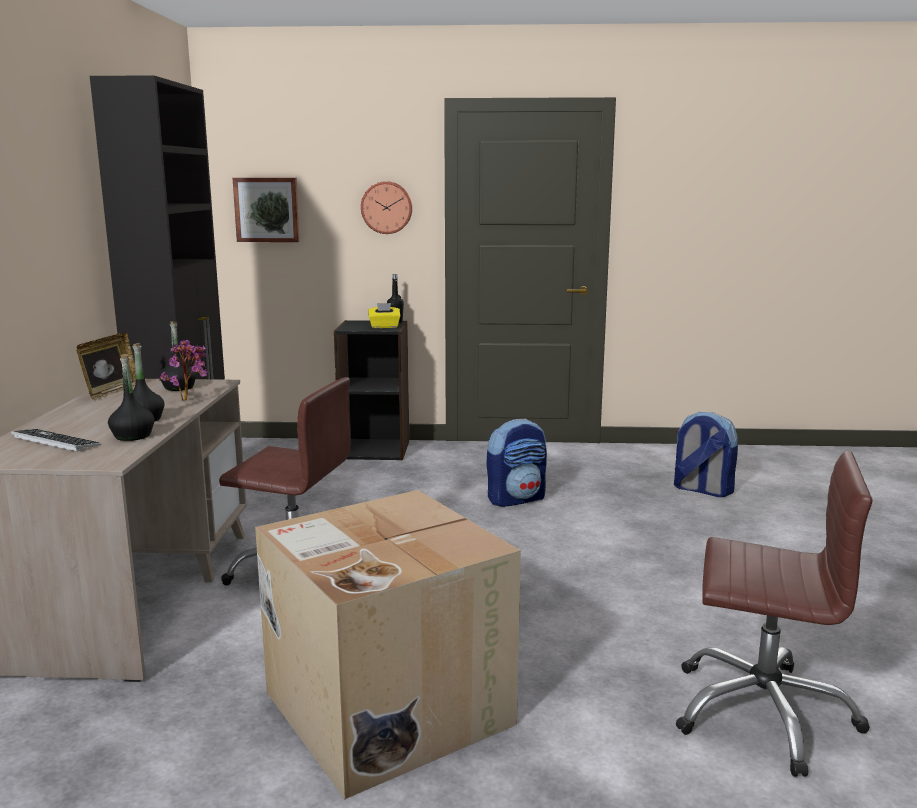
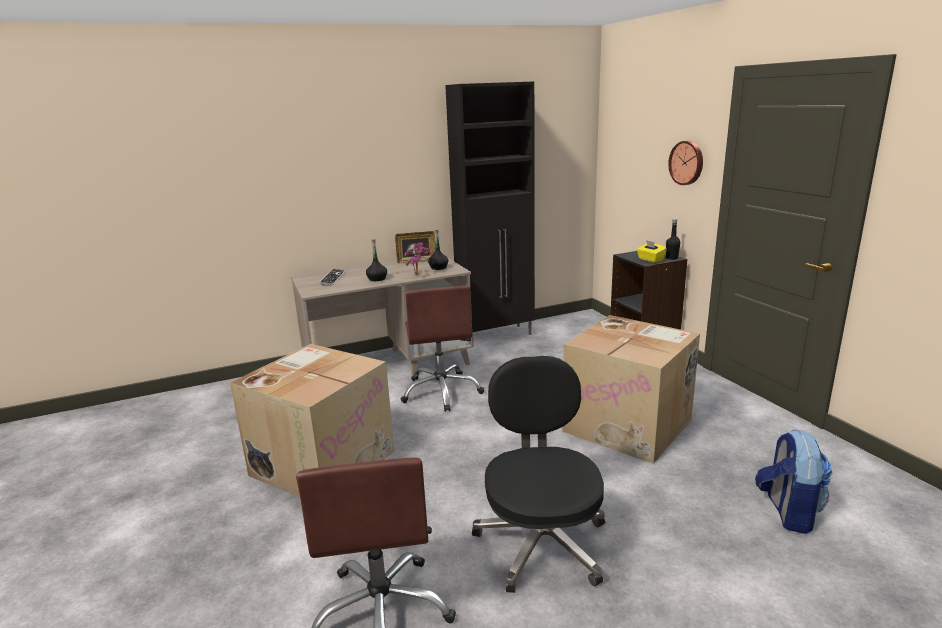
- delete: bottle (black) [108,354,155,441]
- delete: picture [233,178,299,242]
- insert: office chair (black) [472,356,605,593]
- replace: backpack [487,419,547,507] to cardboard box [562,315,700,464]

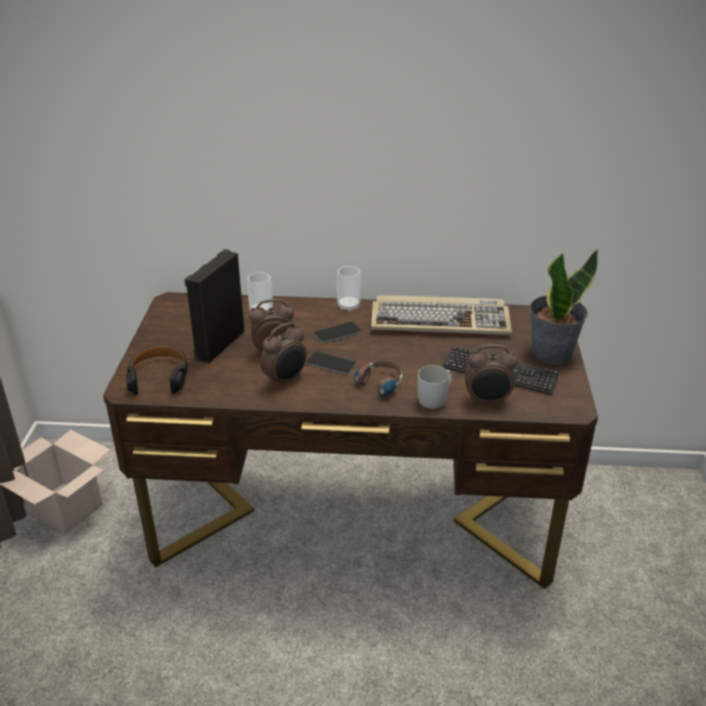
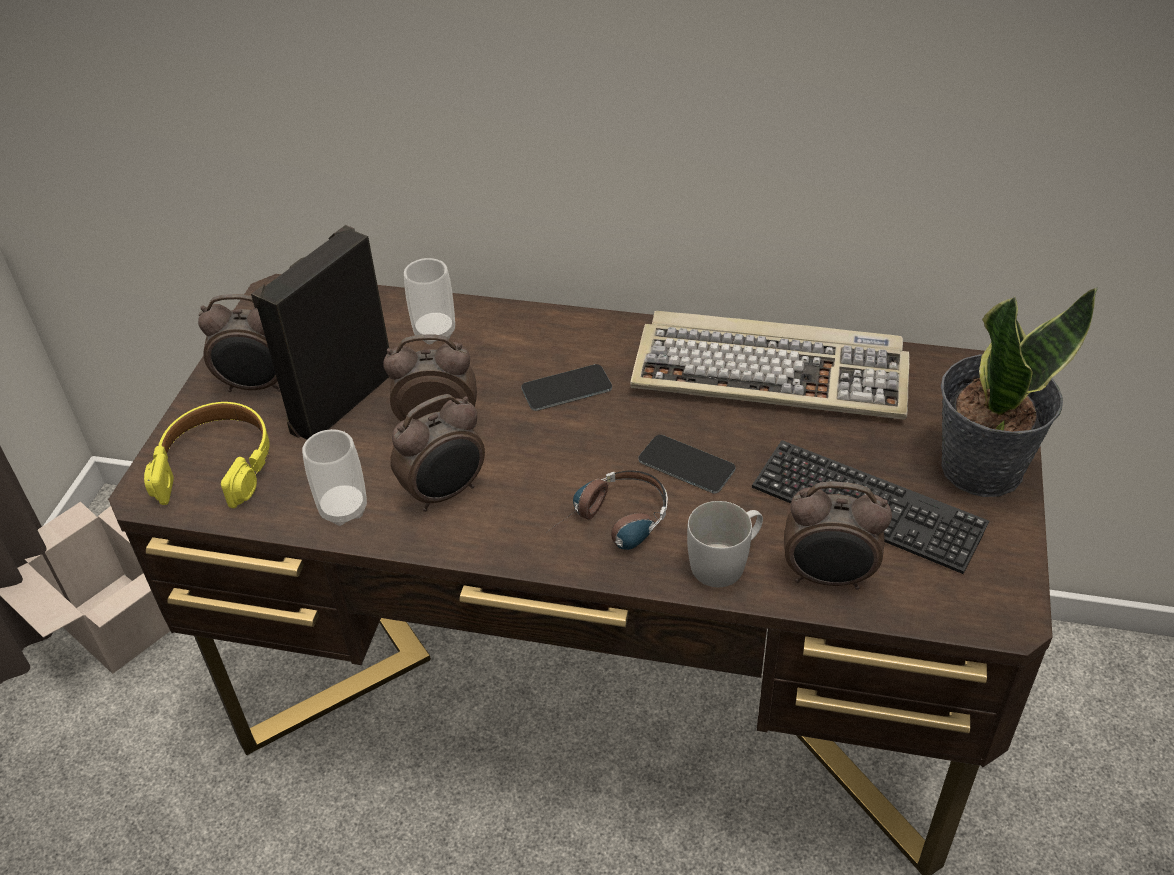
- insert: alarm clock [198,294,280,392]
- move: phone [306,352,356,375] to [638,435,735,493]
- move: cup [337,266,361,312] to [302,429,367,526]
- recolor: headphones (black) [126,345,188,395] to headphones (yellow) [144,402,269,508]

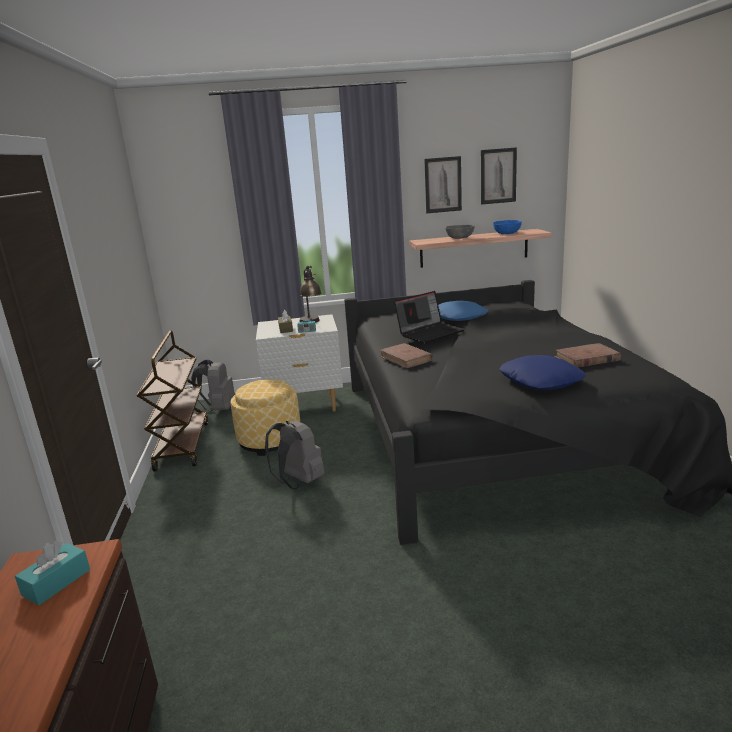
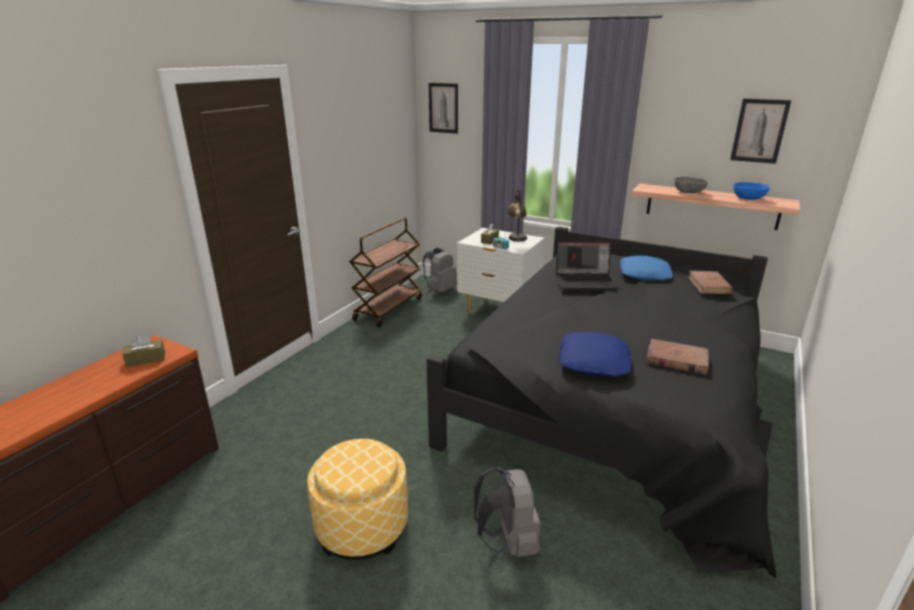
- move: ottoman [231,379,300,456] to [307,439,408,560]
- move: backpack (grey) [265,421,325,489] to [474,467,541,557]
- move: book (brown) [380,343,433,368] to [688,271,733,294]
- move: picture [424,156,462,213] to [429,83,458,134]
- recolor: tissue box (turquoise) [15,540,90,605] to tissue box (brown) [122,334,165,367]

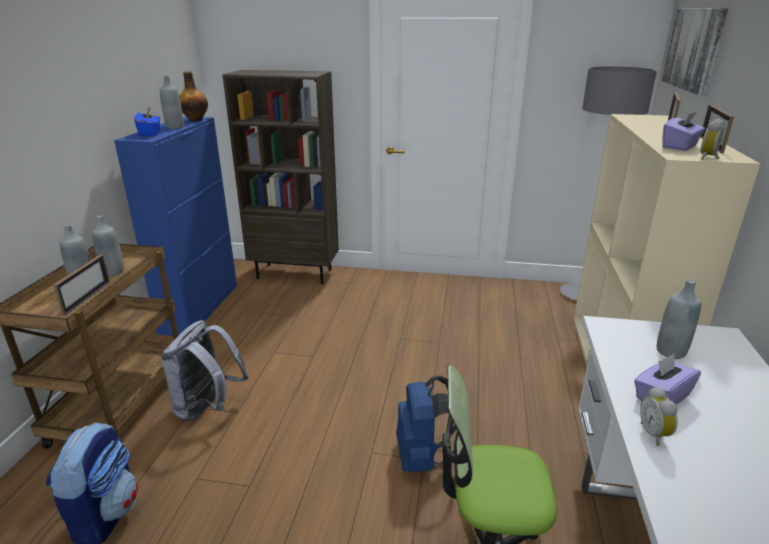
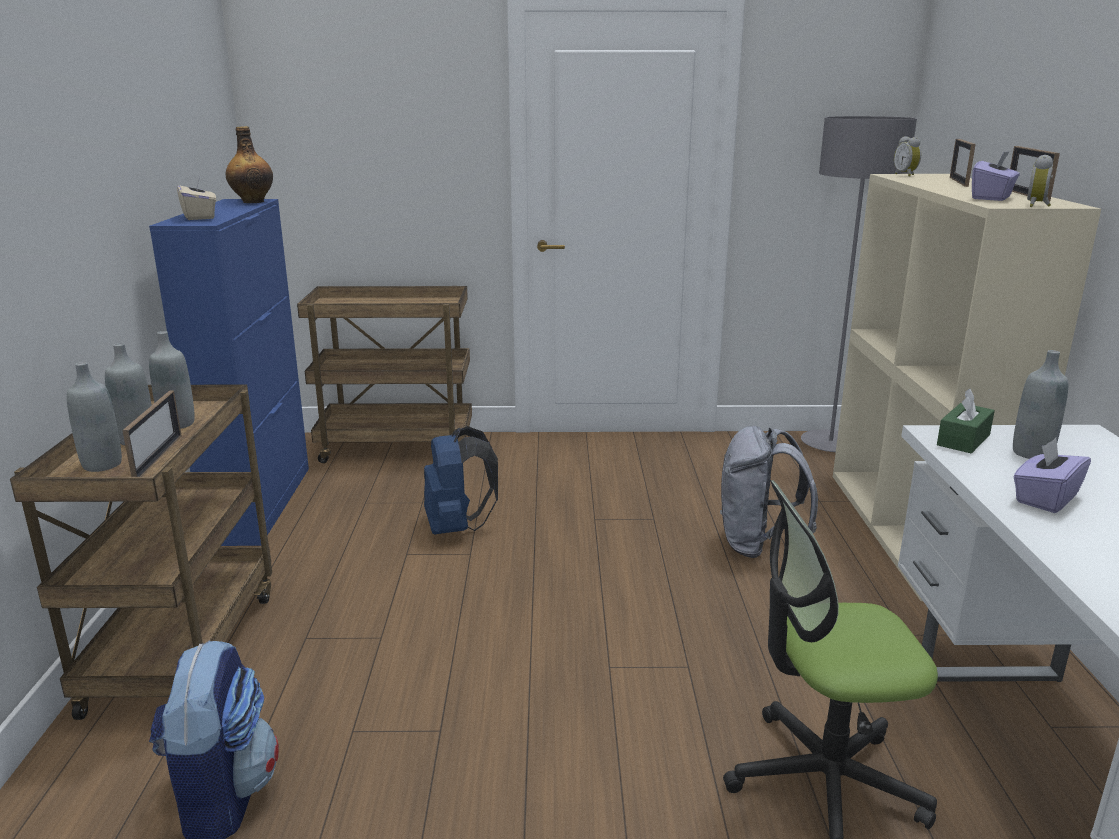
- delete: picture [662,8,729,96]
- insert: tissue box (green) [937,389,995,453]
- move: bottle (grey) [160,76,183,129] to [67,362,122,472]
- move: backpack (grey) [161,320,249,421] to [720,426,818,558]
- move: backpack (blue) [396,375,456,472] to [424,426,498,534]
- move: alarm clock [640,386,678,446] to [894,136,921,176]
- replace: bookcase (brown) [222,70,339,284] to cart (brown) [297,286,472,463]
- recolor: tissue box (blue) [134,106,160,136] to tissue box (beige) [177,175,216,220]

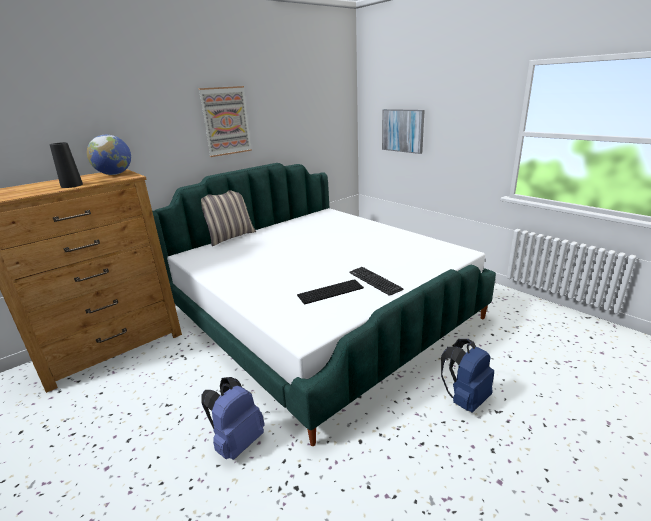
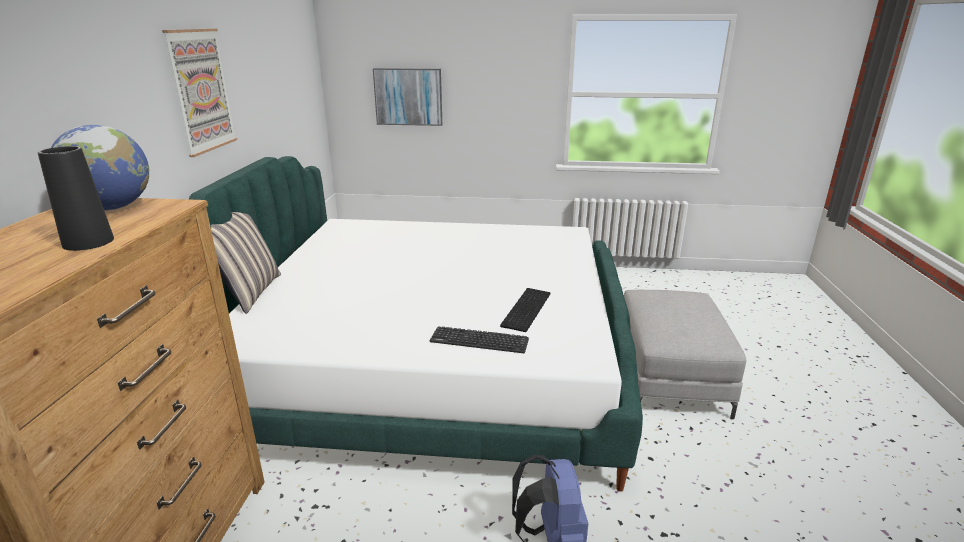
- move: keyboard [349,267,404,296] to [430,326,529,353]
- replace: backpack (blue) [441,339,494,412] to ottoman (grey) [624,290,746,419]

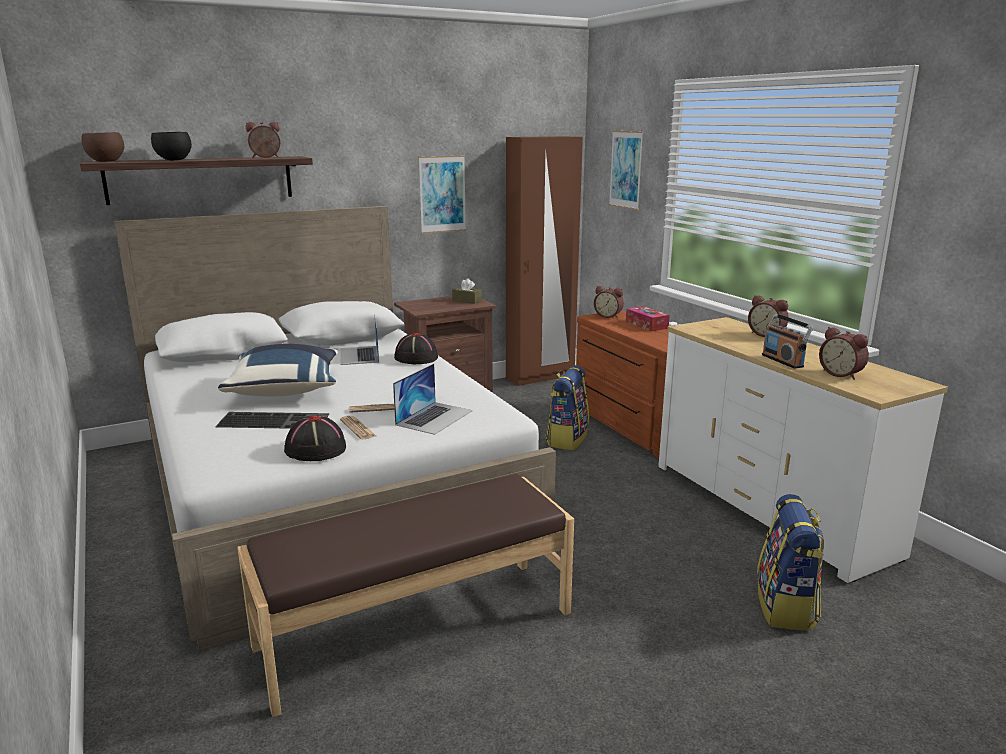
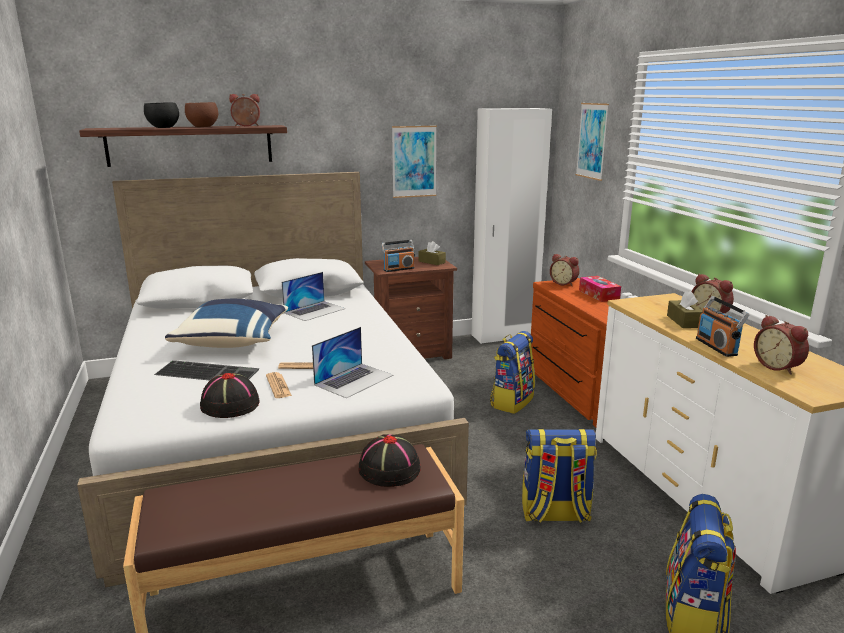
- insert: radio [381,240,415,272]
- insert: backpack [522,429,597,523]
- insert: tissue box (brown) [667,291,702,328]
- move: bowl (brown) [82,132,124,162] to [185,102,218,127]
- move: hat (black) [394,333,438,364] to [359,434,420,487]
- recolor: wardrobe (brown) [506,136,583,386] to wardrobe (white) [471,108,552,344]
- rotate: laptop [340,314,379,365] = [282,272,346,321] 135 degrees counterclockwise

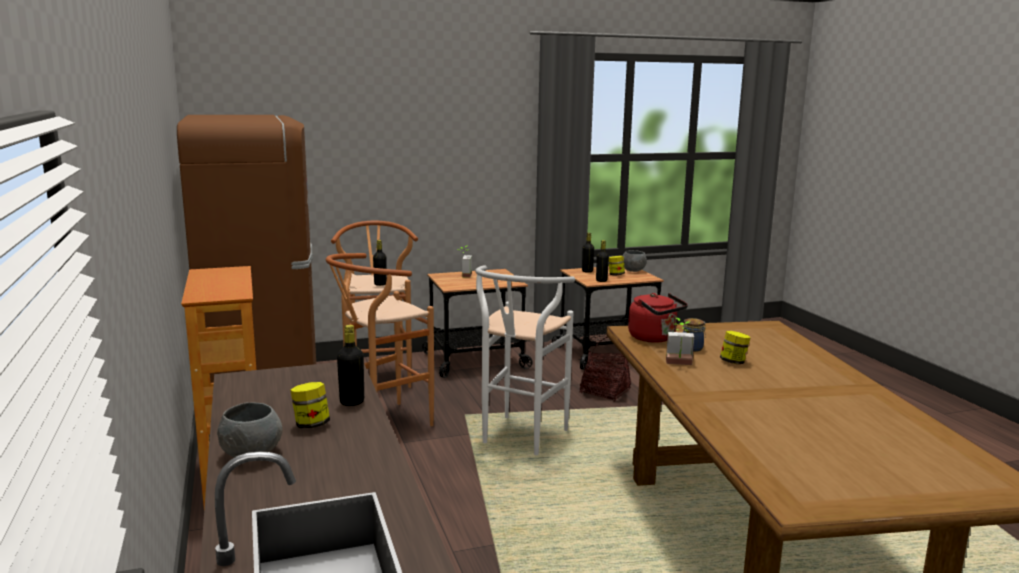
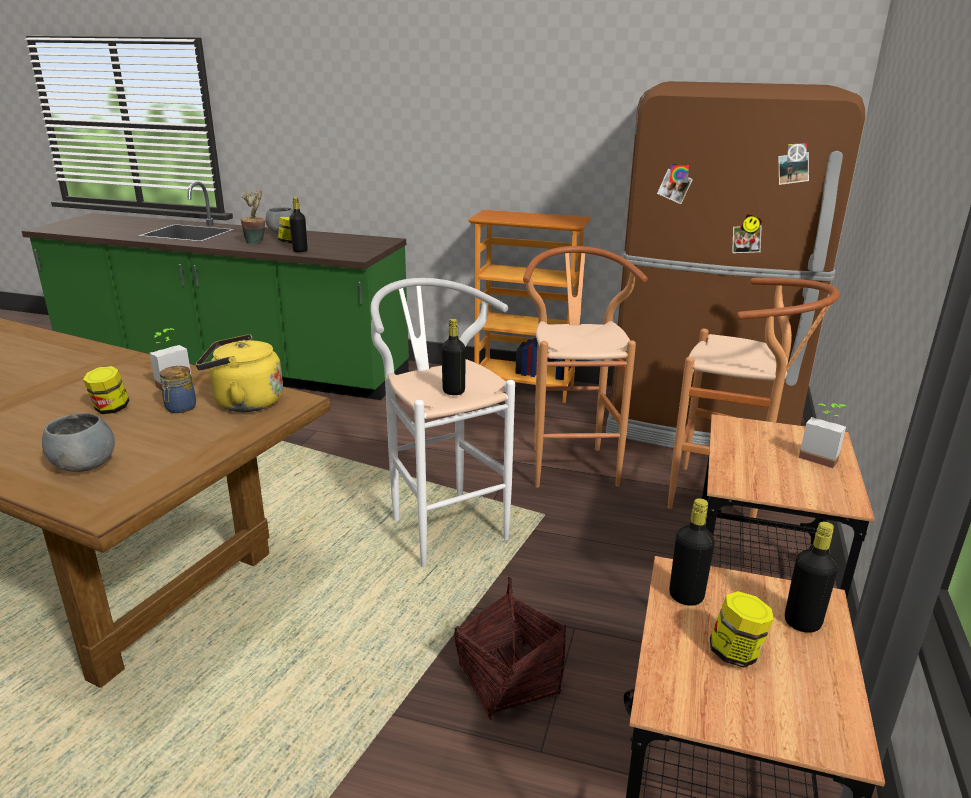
- insert: potted plant [240,190,265,244]
- move: bottle (black) [373,240,387,286] to [441,319,466,395]
- move: bowl (grey) [623,250,647,272] to [42,413,115,472]
- recolor: kettle (red) [628,293,688,343] to kettle (yellow) [196,334,283,412]

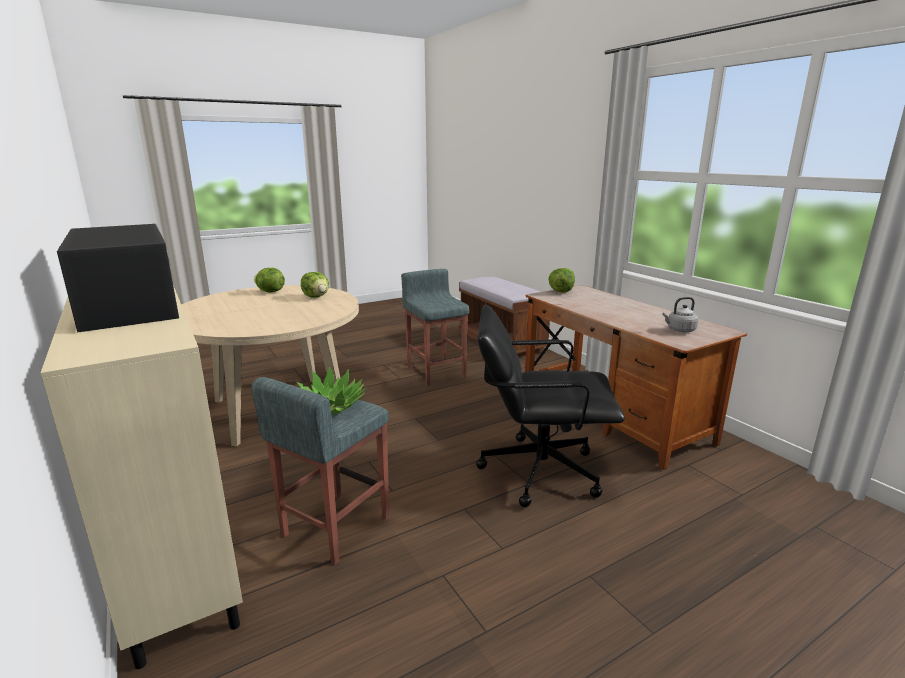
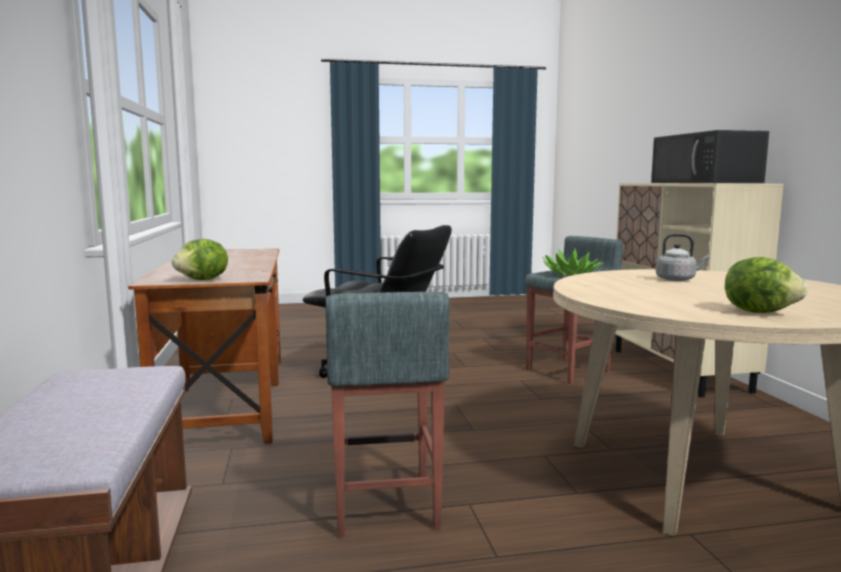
- delete: lettuce [301,272,329,298]
- move: kettle (grey) [662,297,699,332] to [656,233,709,281]

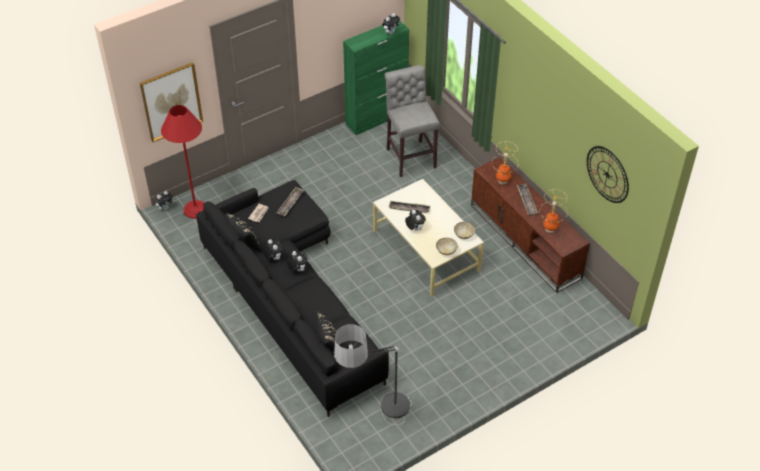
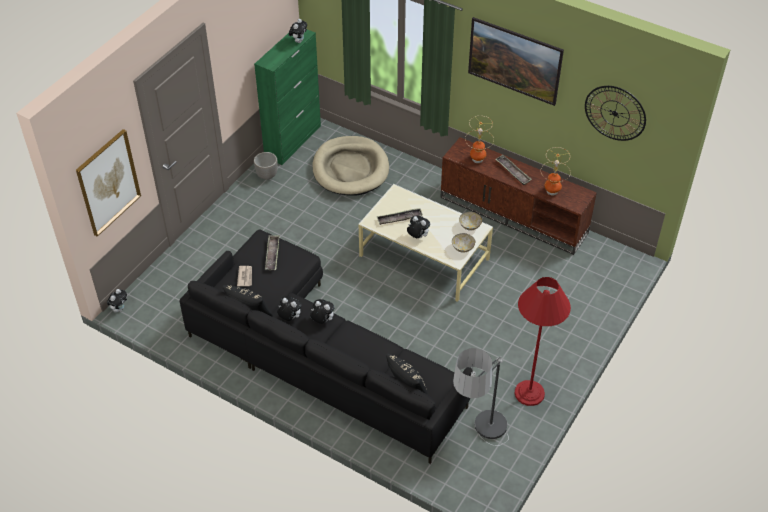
- insert: planter [254,152,278,180]
- insert: picture [468,17,564,106]
- move: floor lamp (red) [161,105,204,219] to [514,277,571,406]
- replace: stool (grey) [384,65,440,177] to dog bed (beige) [313,136,389,196]

